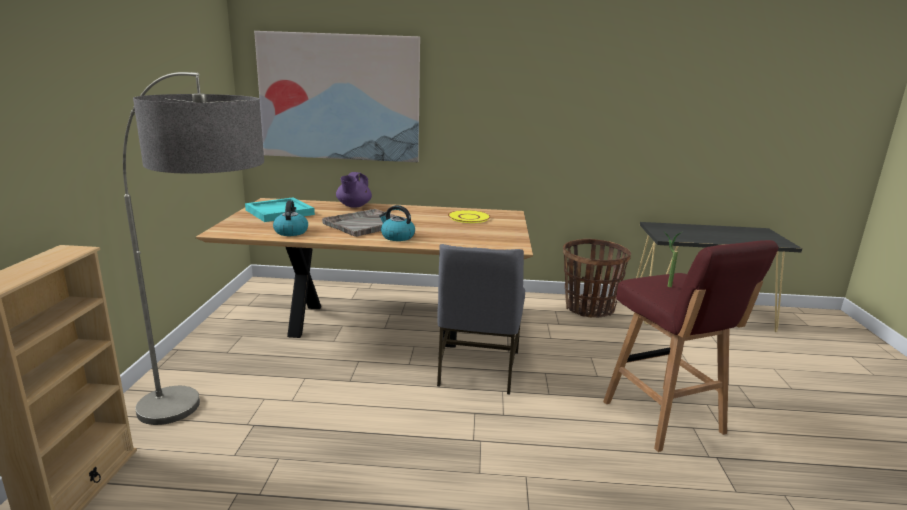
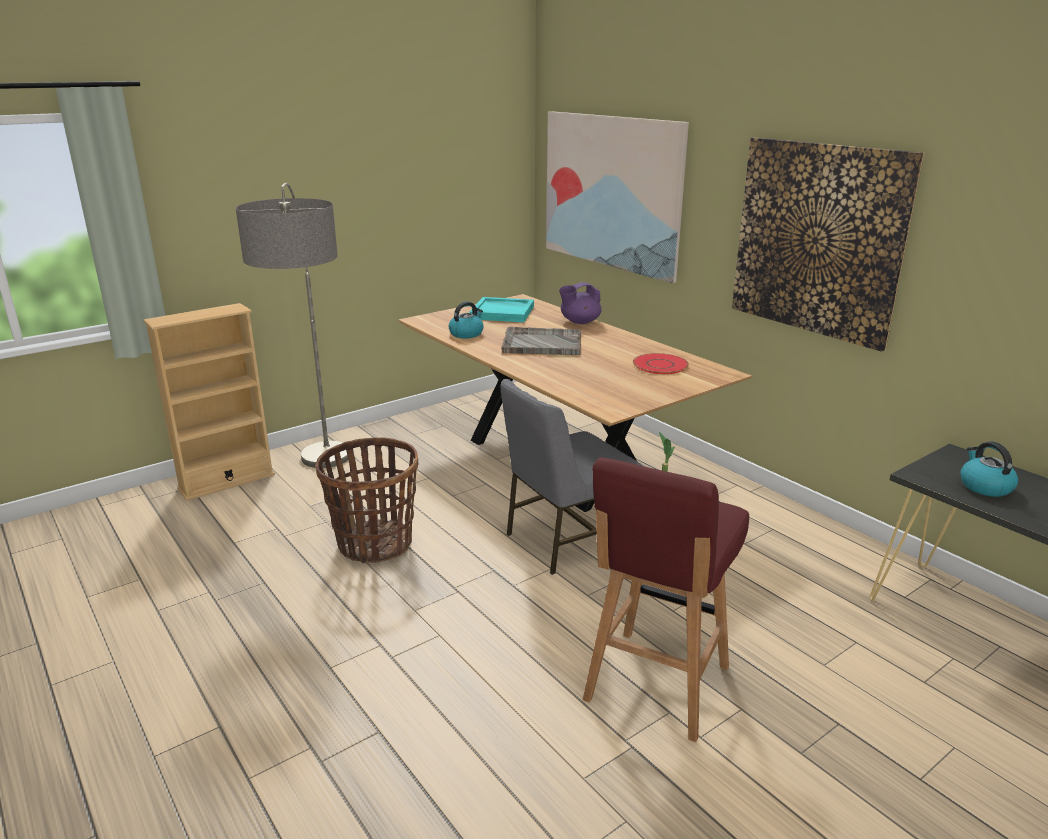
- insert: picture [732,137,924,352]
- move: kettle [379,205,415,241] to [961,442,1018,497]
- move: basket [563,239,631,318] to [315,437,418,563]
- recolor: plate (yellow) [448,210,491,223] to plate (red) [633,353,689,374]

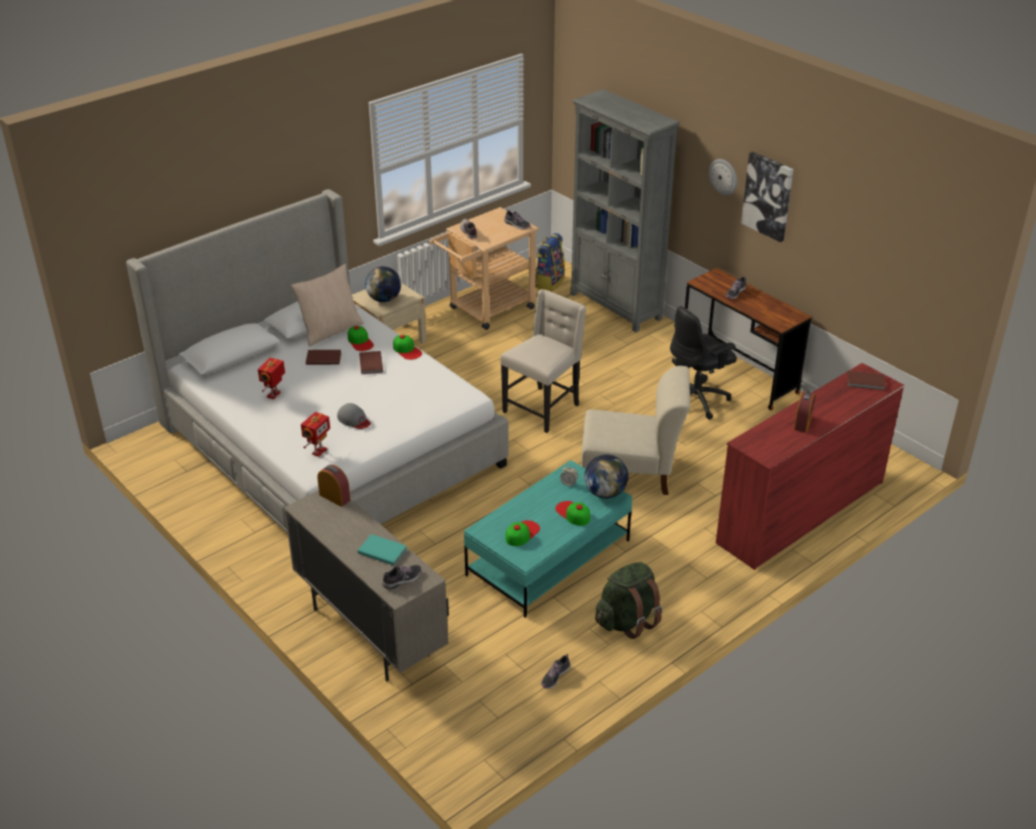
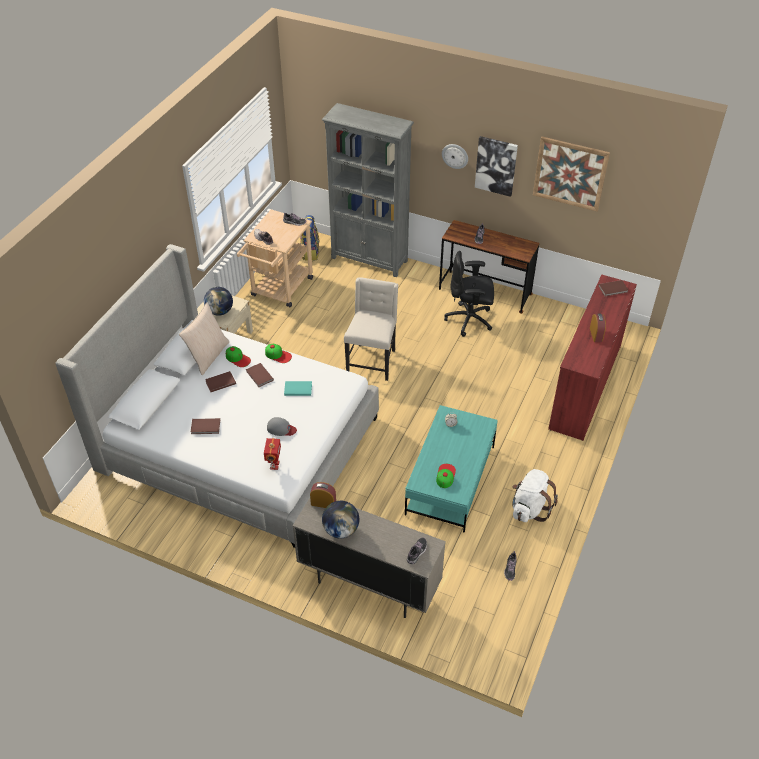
- delete: cap [555,501,590,526]
- delete: chair (beige) [581,366,690,495]
- insert: picture [533,136,610,212]
- move: book (turquoise) [358,534,407,565] to [284,381,312,396]
- move: globe [584,454,628,498] to [322,501,359,539]
- replace: toy robot [258,358,285,399] to book (brown) [191,418,220,434]
- recolor: backpack (green) [595,562,662,639] to backpack (white) [512,469,558,522]
- rotate: office chair (black) [670,306,737,420] = [444,251,494,337] 60 degrees clockwise

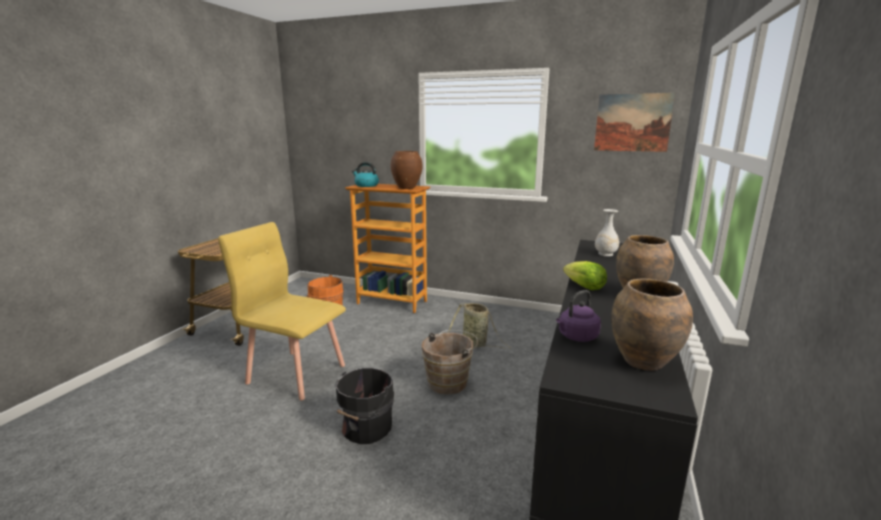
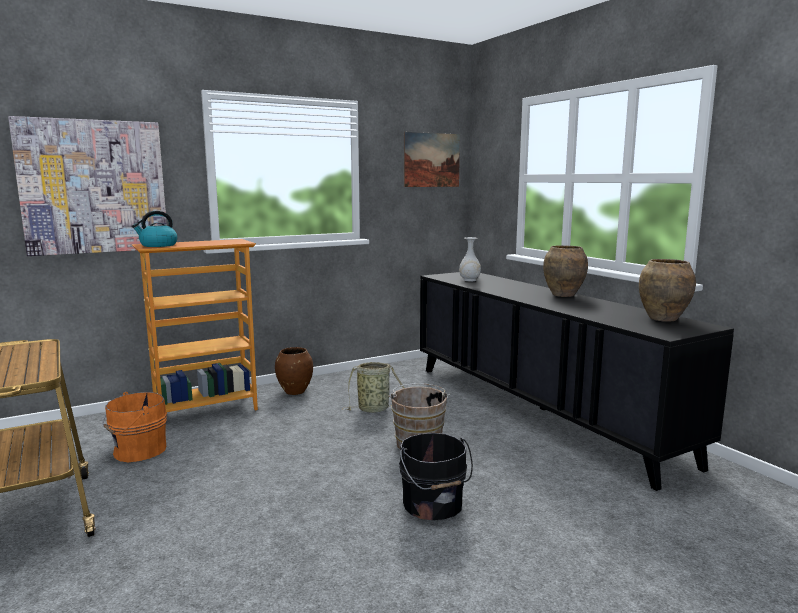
- delete: chair (yellow) [218,222,346,400]
- delete: kettle (purple) [556,290,601,342]
- delete: lettuce [563,261,607,290]
- insert: picture [8,116,167,256]
- move: vase (brown) [391,151,423,189] to [275,347,313,395]

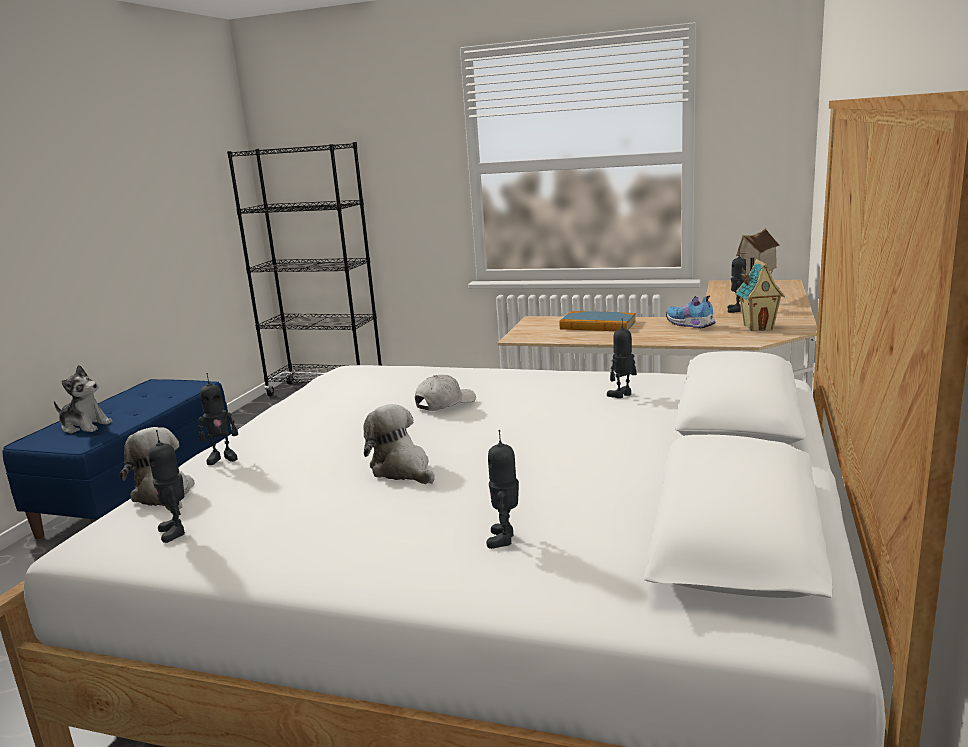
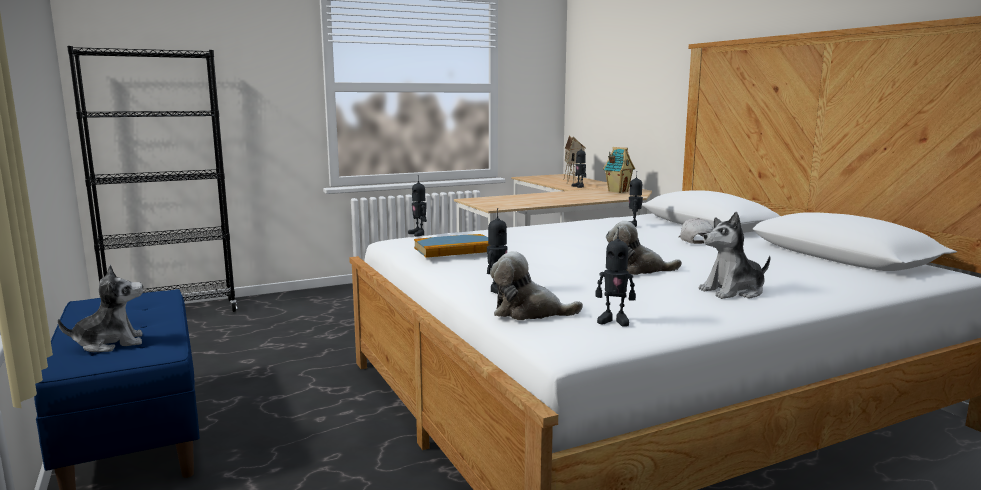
- delete: shoe [666,296,716,329]
- insert: plush toy [699,212,770,299]
- move: cap (white) [415,375,476,411] to [678,218,713,244]
- move: toy robot [486,430,519,549] to [408,175,427,237]
- move: book [560,311,636,331] to [414,234,489,258]

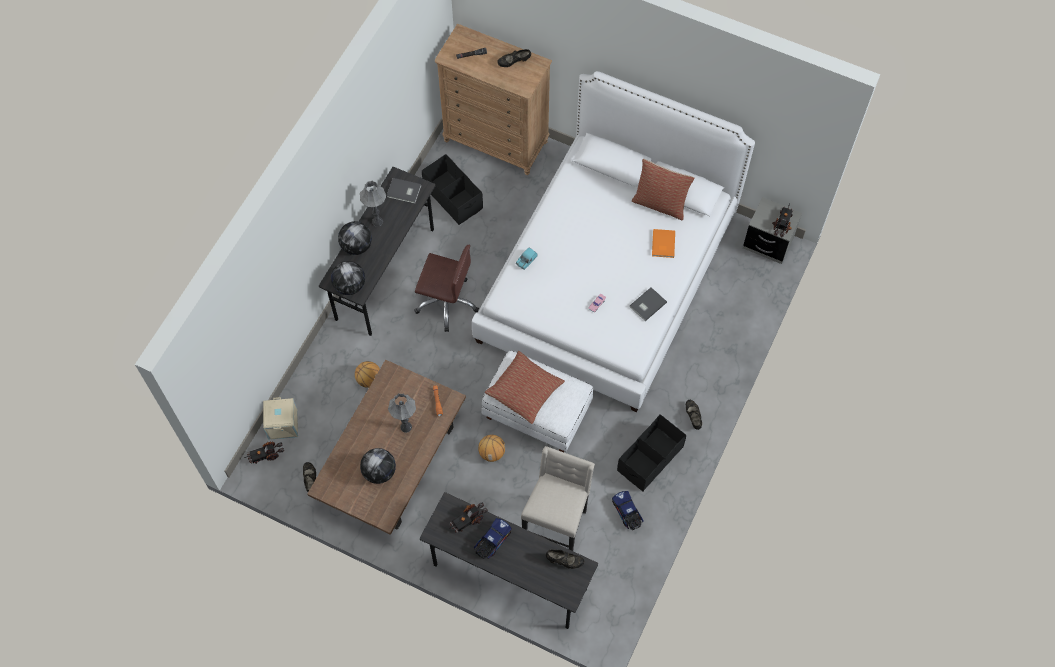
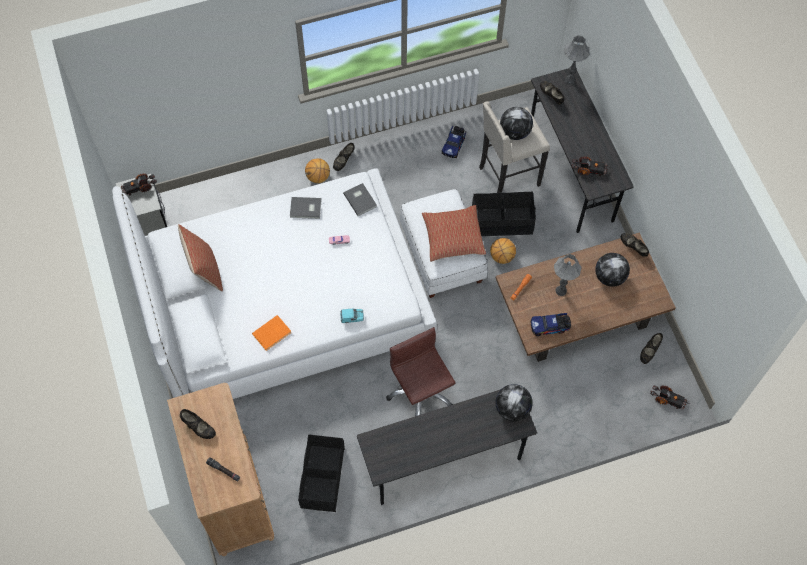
- delete: storage box (beige) [263,397,298,440]
- insert: shoe (black) [621,233,649,257]
- move: globe [338,221,372,255] to [500,107,533,140]
- move: basketball [355,361,380,388] to [305,158,330,183]
- move: table lamp (grey) [360,181,386,227] to [564,35,590,85]
- move: book (grey) [387,178,421,204] to [343,183,377,216]
- move: toy truck [474,518,512,559] to [531,313,571,336]
- move: storage box (black) [617,414,686,492] to [472,192,536,236]
- move: book (orange) [652,229,675,258] to [252,315,292,351]

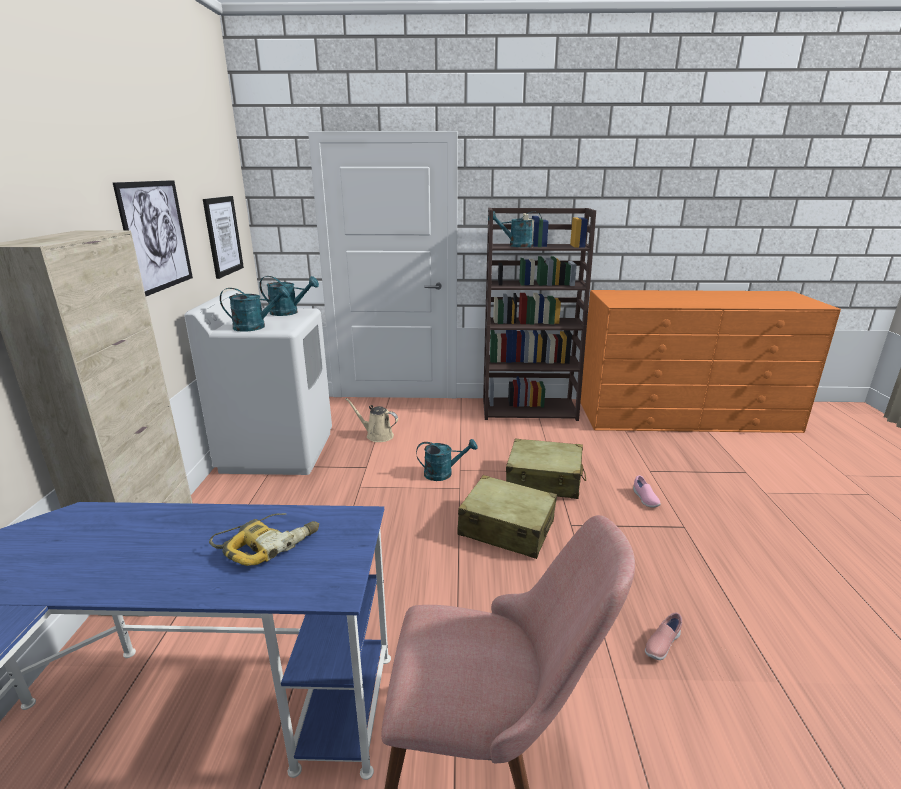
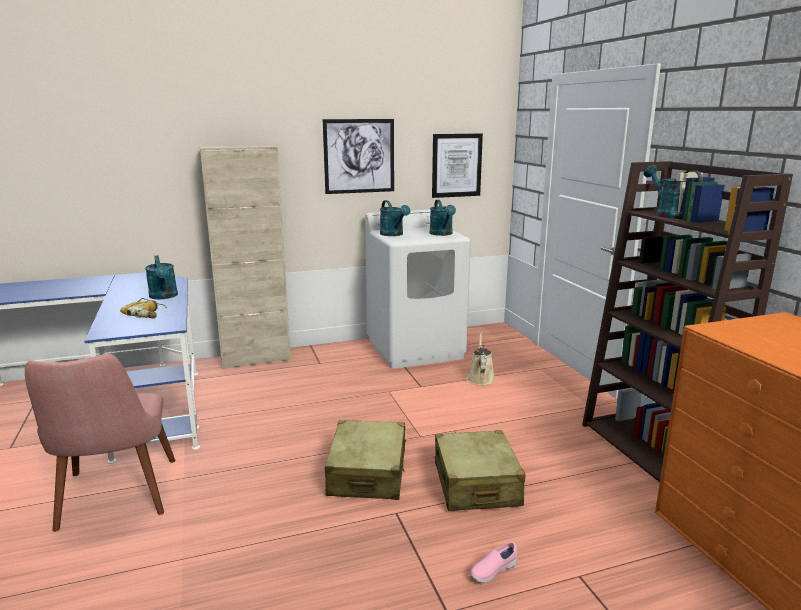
- delete: shoe (pink) [645,612,682,660]
- move: watering can (turquoise) [416,439,477,481] to [145,255,178,299]

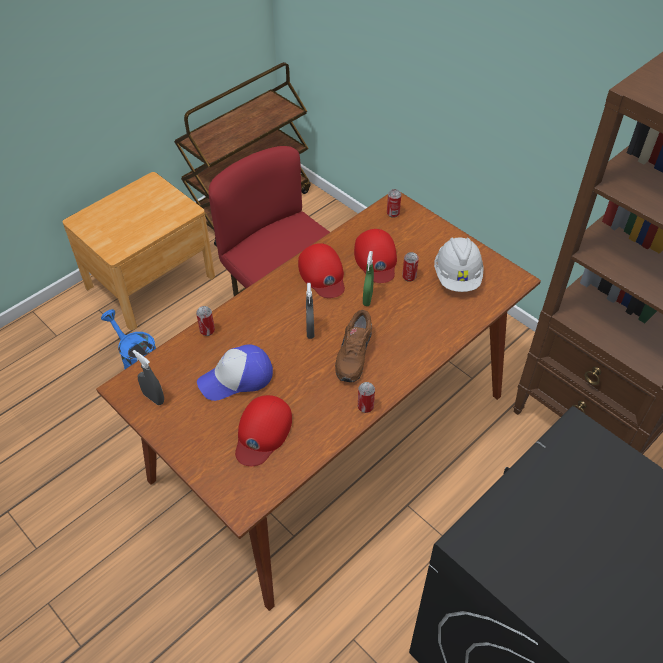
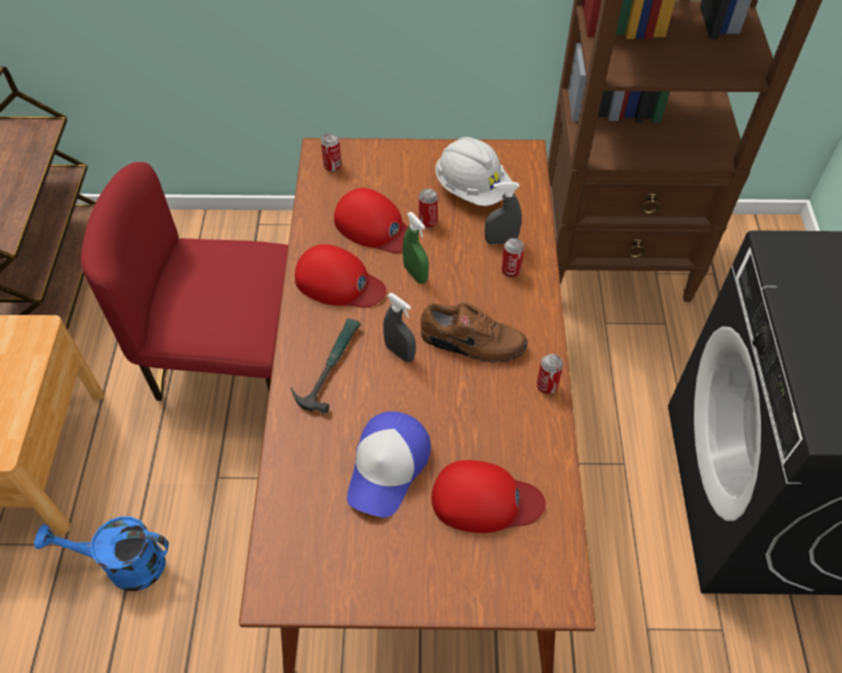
- insert: hammer [290,319,361,414]
- move: spray bottle (grey) [133,350,164,405] to [485,182,522,245]
- move: can [196,306,215,336] to [501,238,524,277]
- rotate: cap (red) [235,395,292,466] = [431,460,546,533] 60 degrees counterclockwise
- rotate: shoe (brown) [335,310,372,382] = [421,302,528,362] 45 degrees counterclockwise

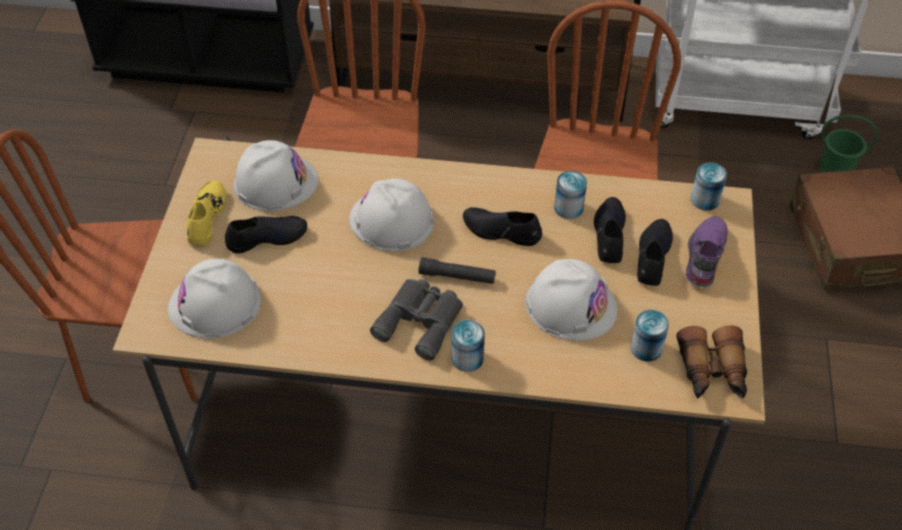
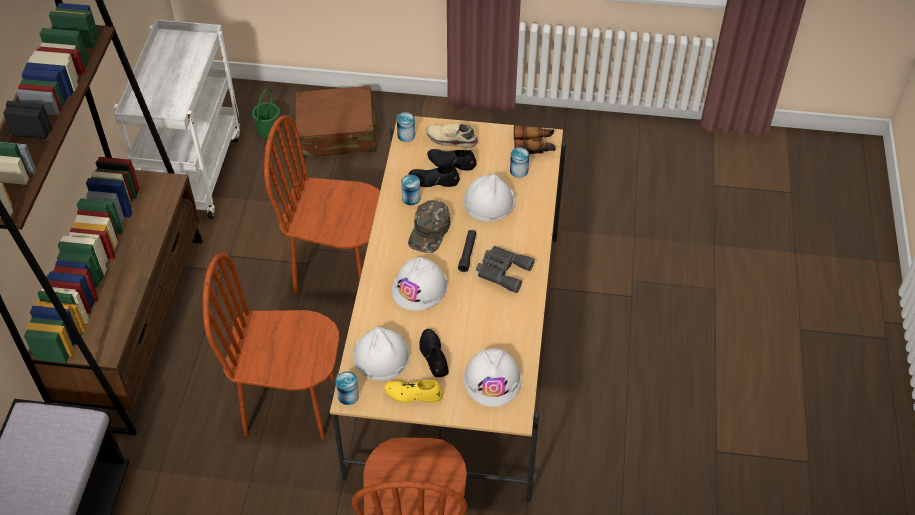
- move: can [452,320,485,372] to [336,371,359,405]
- replace: shoe (black) [463,207,542,246] to cap (green) [408,200,450,253]
- recolor: shoe (purple) [686,216,728,287] to shoe (beige) [426,122,478,148]

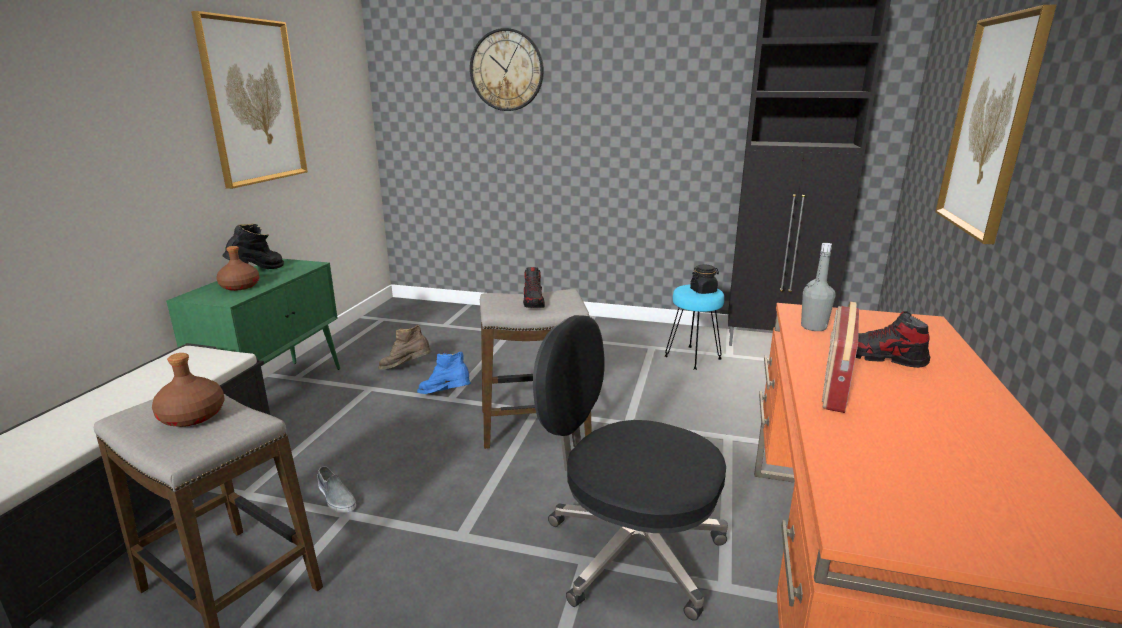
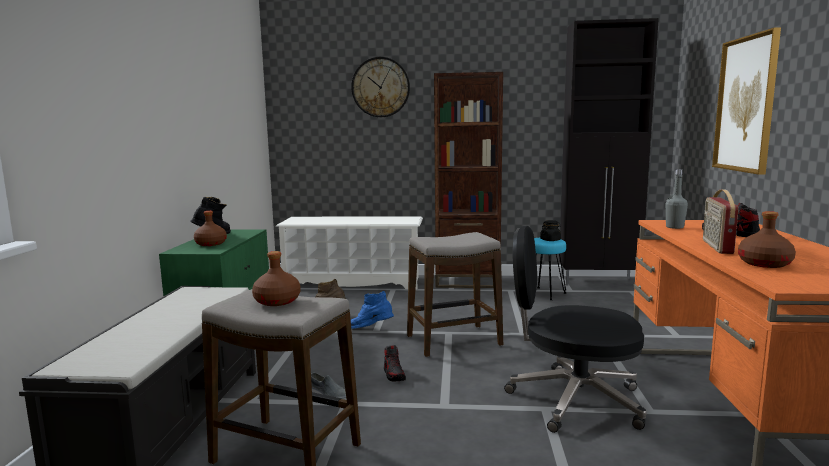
- delete: picture [191,11,308,189]
- insert: shoe rack (white) [275,216,423,289]
- insert: bookcase (brown) [434,72,503,288]
- insert: bottle (brown) [738,211,796,268]
- move: shoe [523,267,545,308] to [384,345,406,382]

